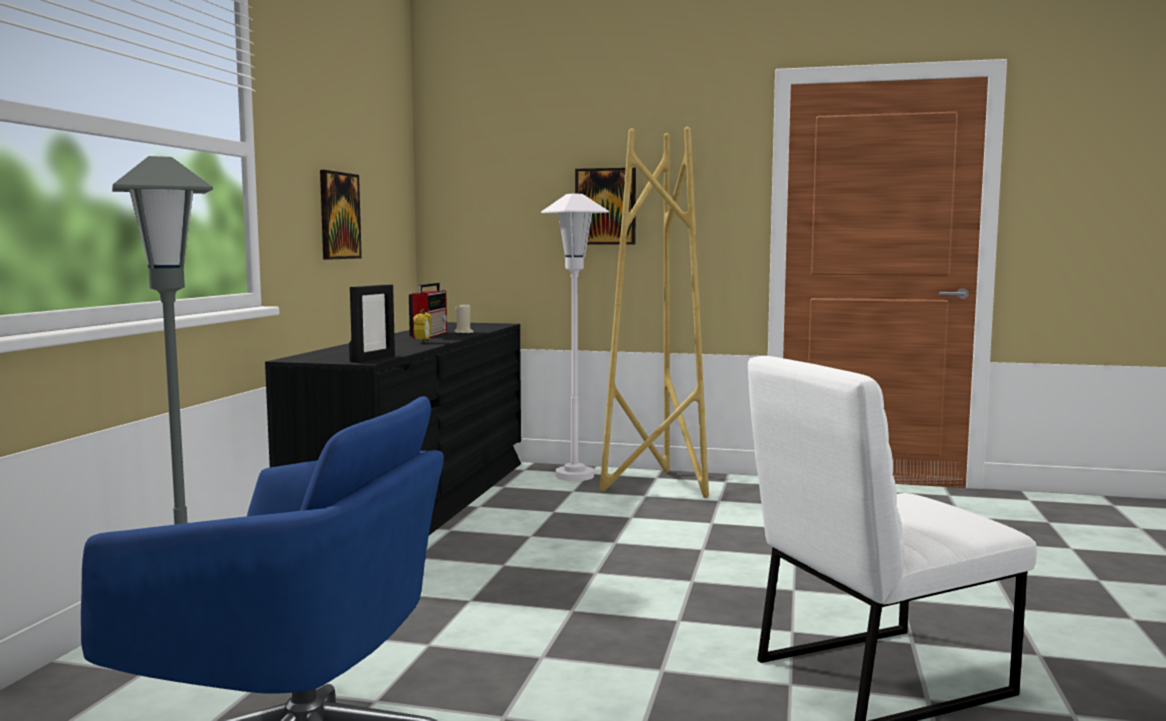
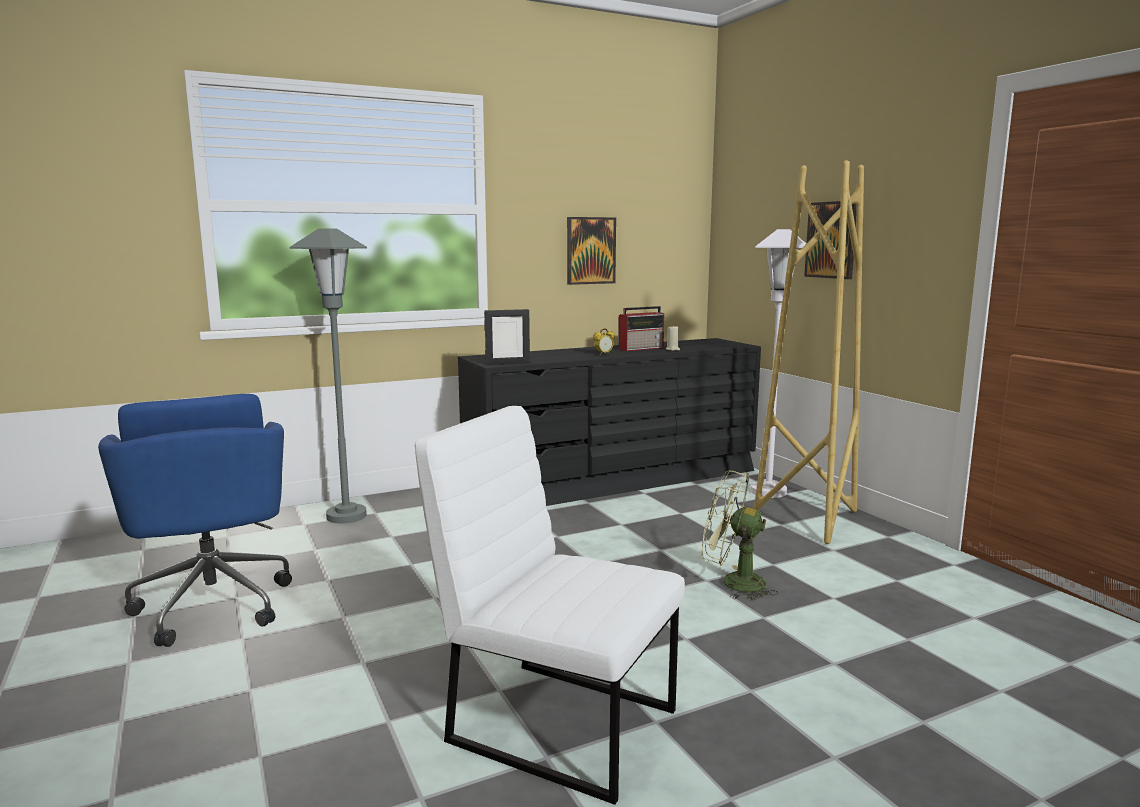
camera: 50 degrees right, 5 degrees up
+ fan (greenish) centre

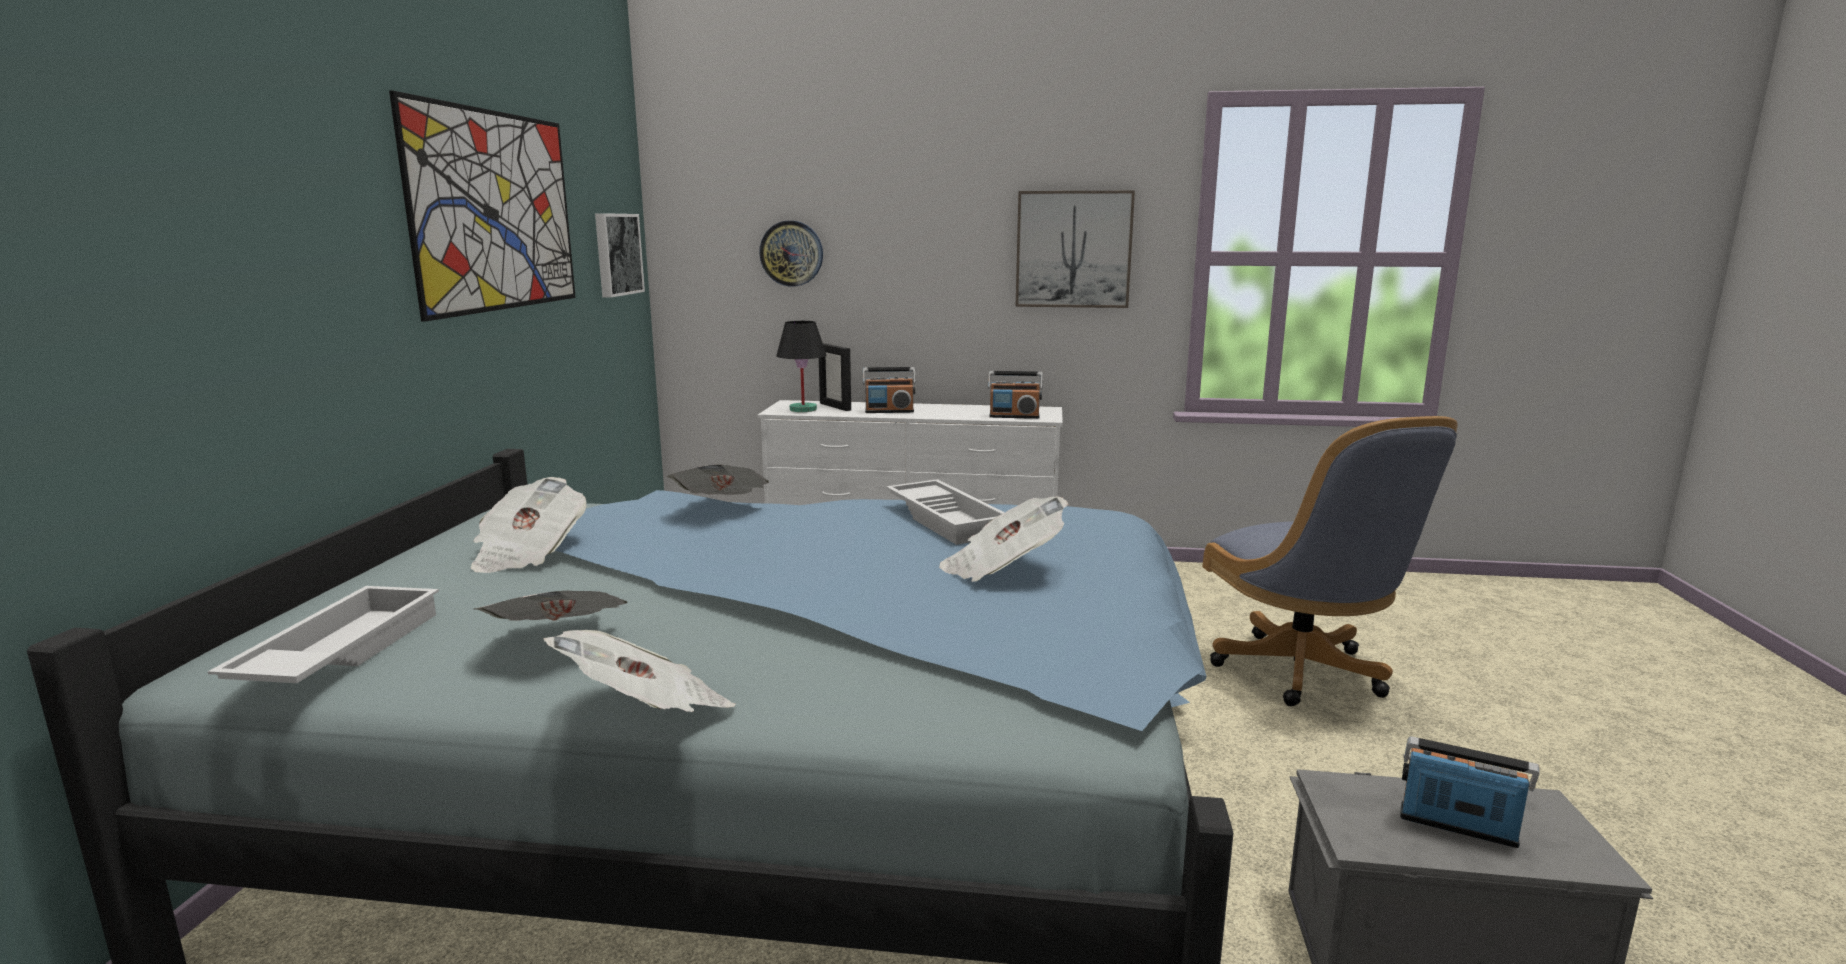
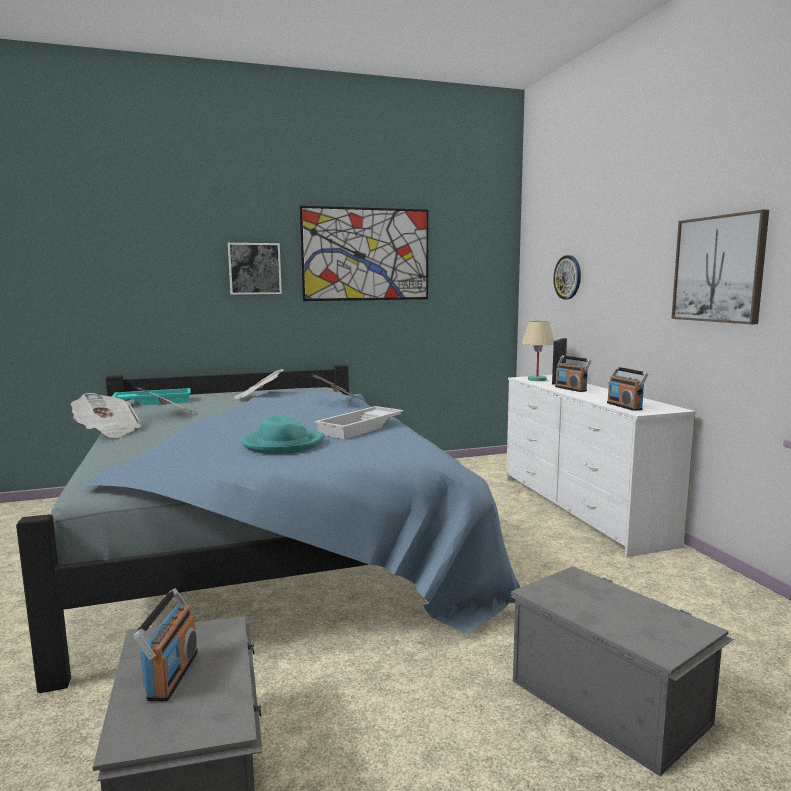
camera: 65 degrees right, 5 degrees down
~ carrying tray (whitish) (no. 1 from left) middle left to carrying tray (blue-green) middle left
~ wall art (no. 2 from left in the first image) top centre to wall art (no. 1 from left) middle left
~ daily paper (no. 5 from left) centre to wearable hat (blue-green) centre
~ computer chair (blue-coloured) middle right to storage box (greyish) (no. 2 from left) bottom right
~ table lamp (blackish) centre to table lamp (sand-coloured) middle right

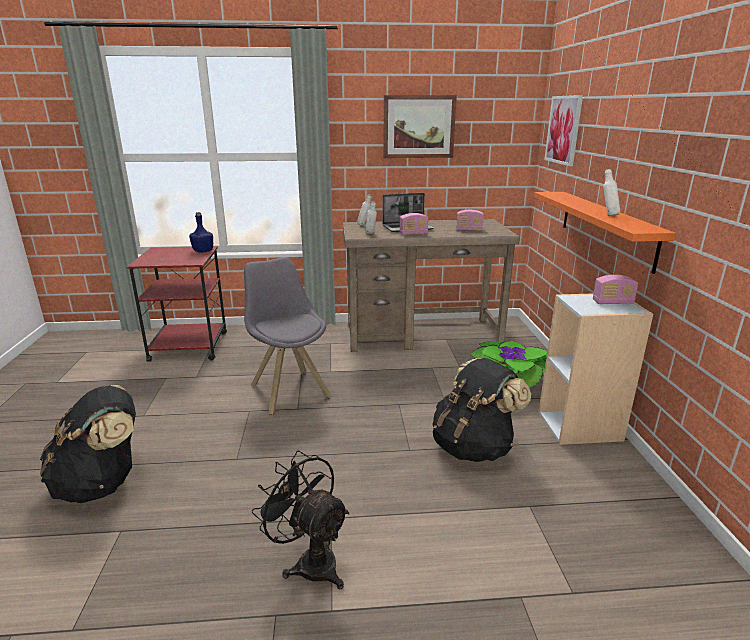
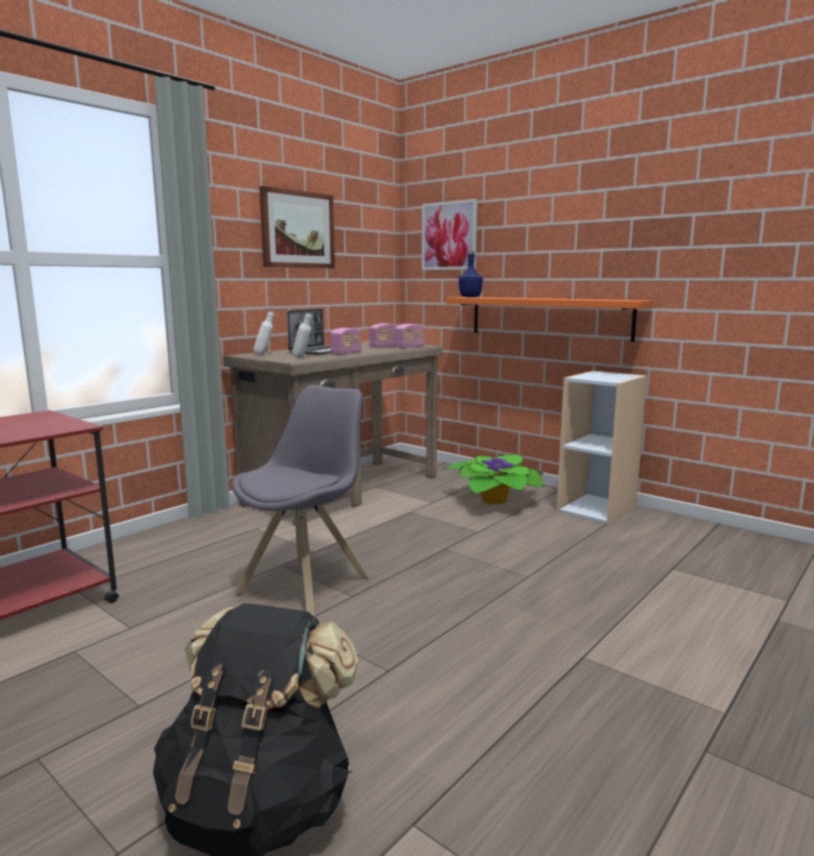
camera: 45 degrees left, 10 degrees down
~ chair (greyish) centre = centre 105 degrees clockwise
~ radio set (no. 3 from left) middle right to centre
~ beverage bottle (blue-coloured) middle left to top centre
- fan (blackish) bottom centre
- backpack (blackish) (no. 2 from left) centre
- beverage bottle (whitish) (no. 3 from left) top right

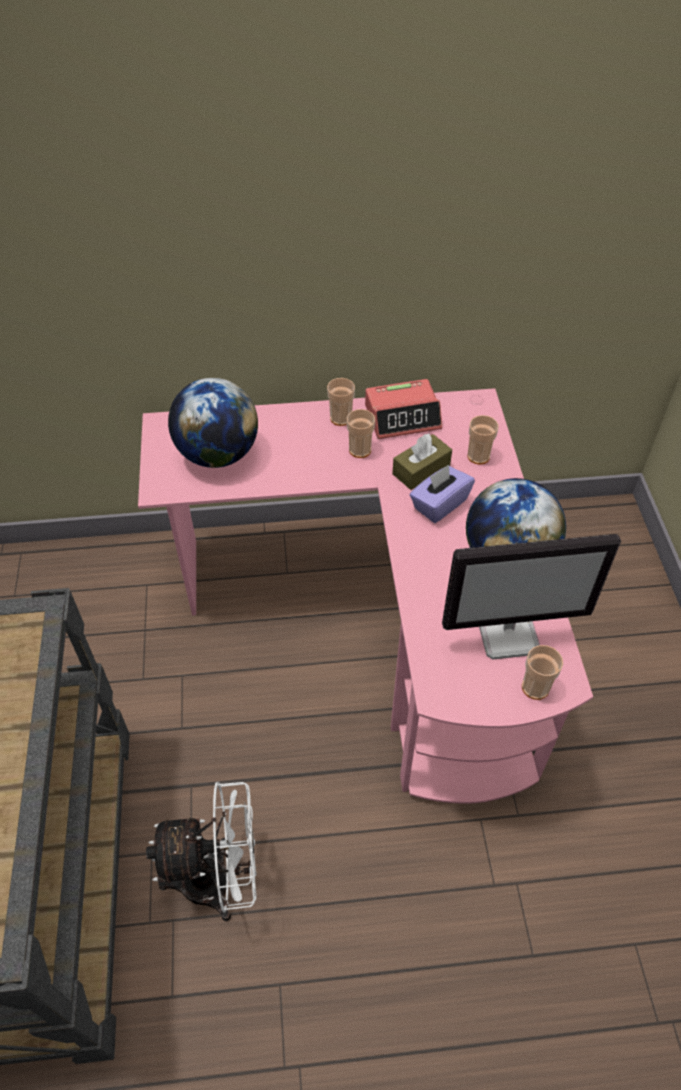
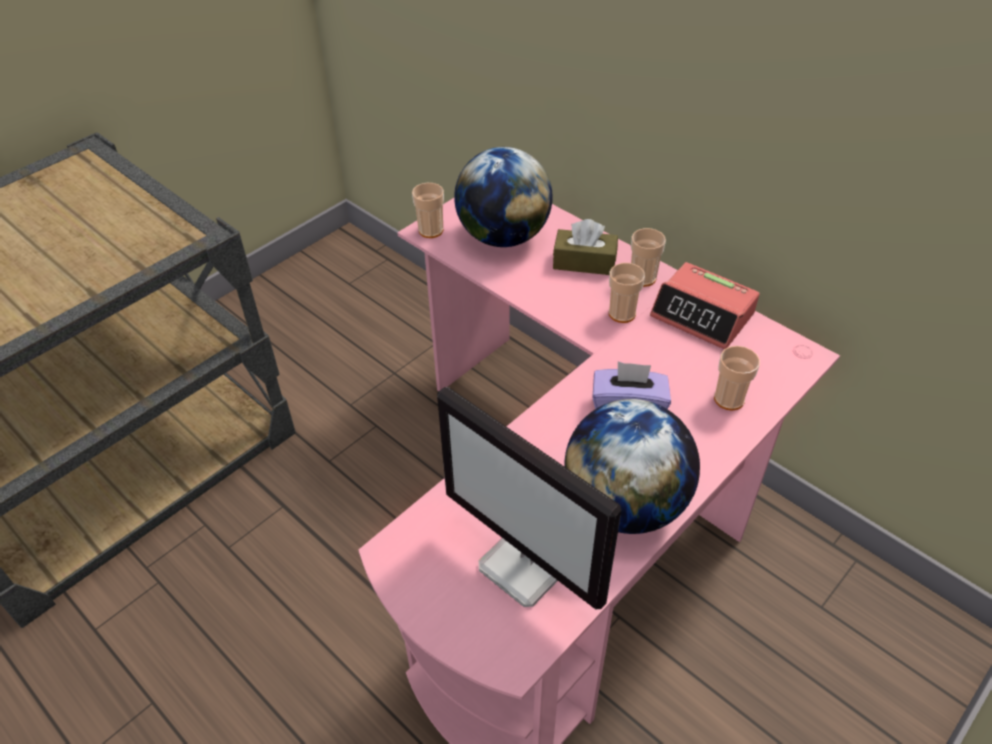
camera: 50 degrees right, 5 degrees down
~ drinking cup (no. 4 from left in the first image) middle right to drinking cup (no. 1 from left) top centre
~ box of tissues (brown) centre to top centre
- fan (whitish) bottom left

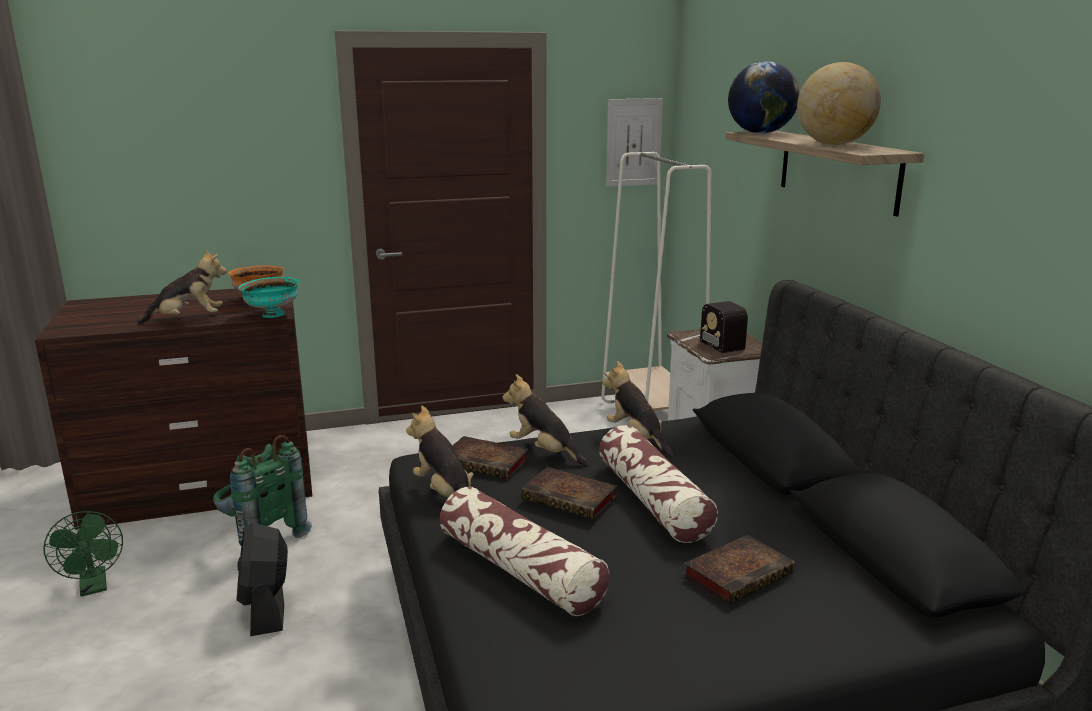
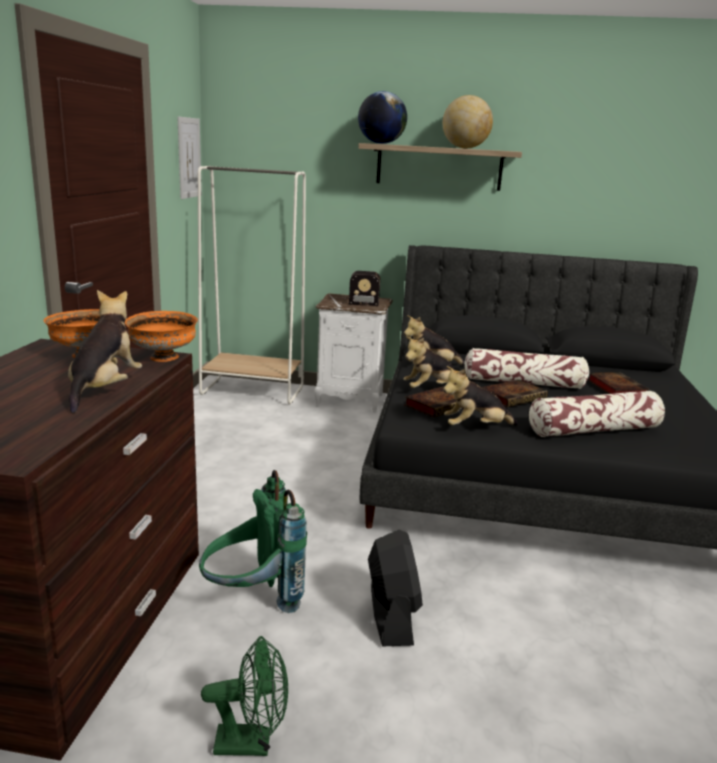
camera: 65 degrees left, 0 degrees up
~ bowl (blue-green) middle left to bowl (orange) (no. 2 from left) middle left
~ fan (blackish) bottom left = bottom centre 105 degrees counterclockwise

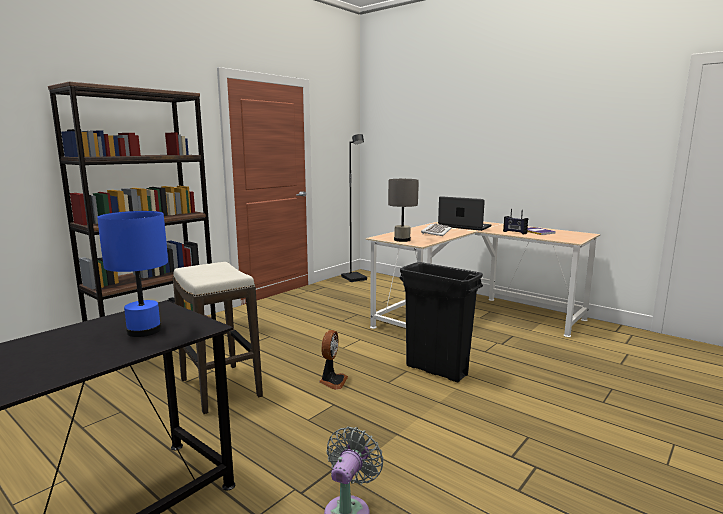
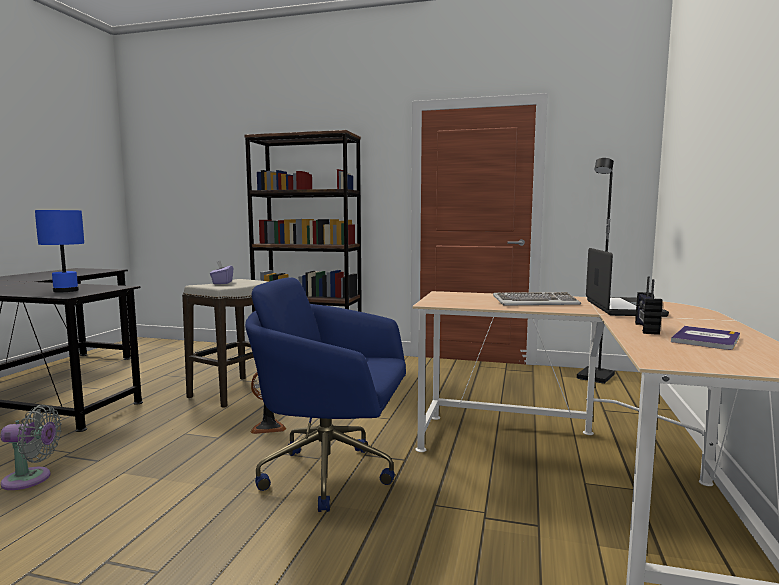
camera: 65 degrees right, 5 degrees down
+ box of tissues (purplish) middle left
~ waste bin (blackish) centre to computer chair (blue-coloured) bottom centre
- table lamp (greyish) centre

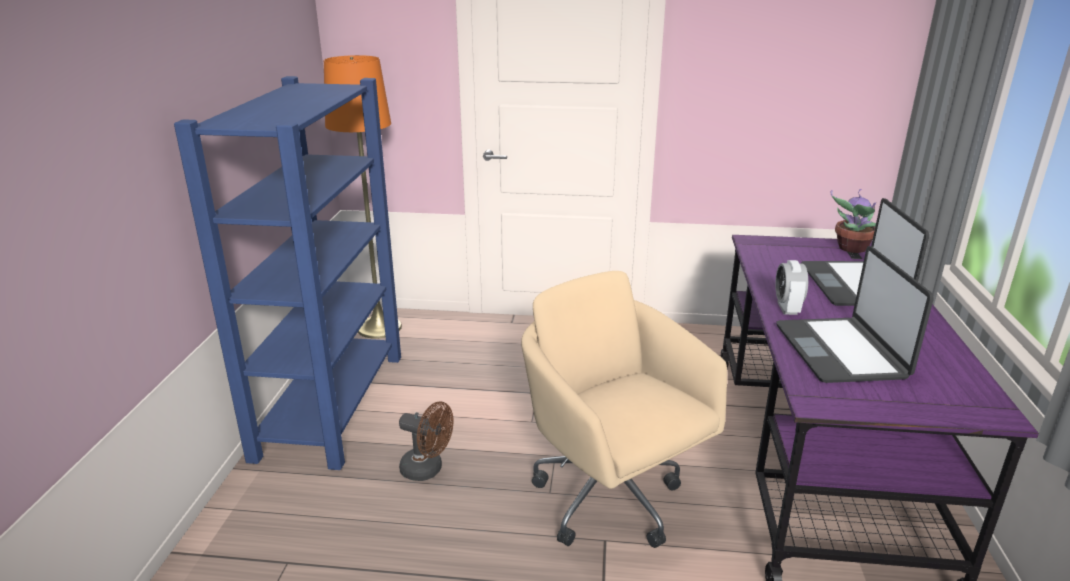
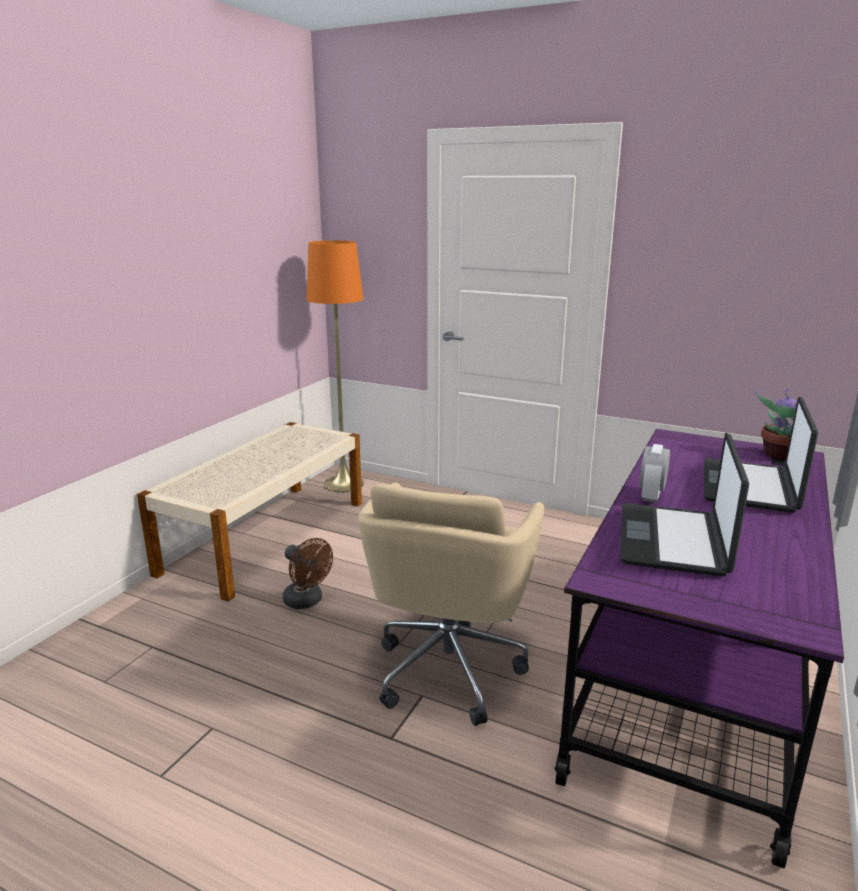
camera: 20 degrees right, 5 degrees down
~ shelving unit (blue-coloured) middle left to indoor bench (sand-coloured) middle left
~ computer chair (sand-coloured) bottom centre = bottom centre 150 degrees counterclockwise

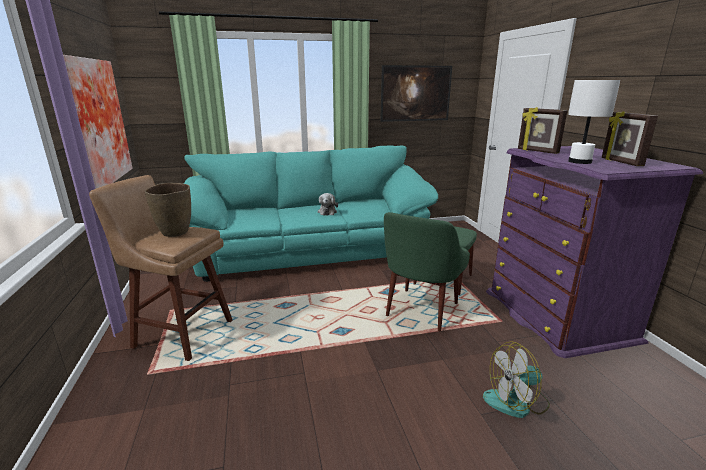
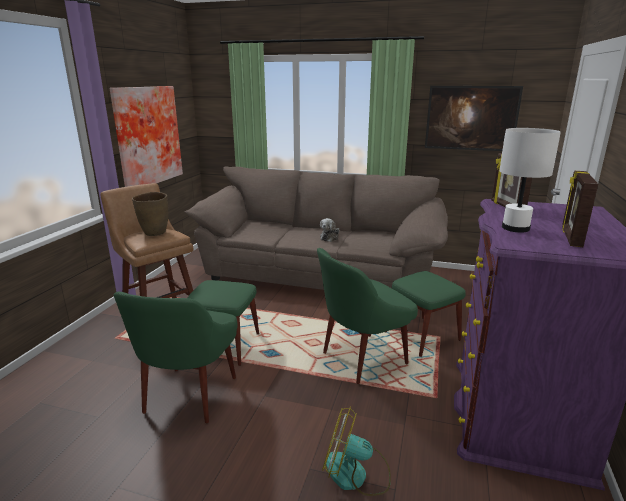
camera: 30 degrees right, 0 degrees up
+ easy chair (greenish) (no. 1 from left) bottom left
~ settee (blue-green) centre to settee (brown) centre

